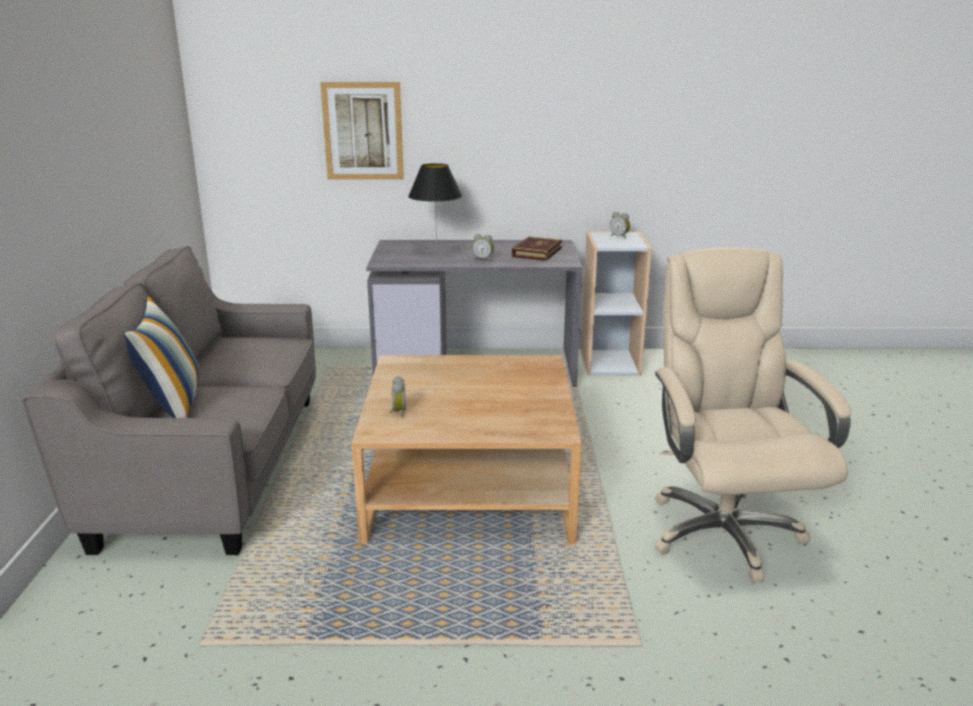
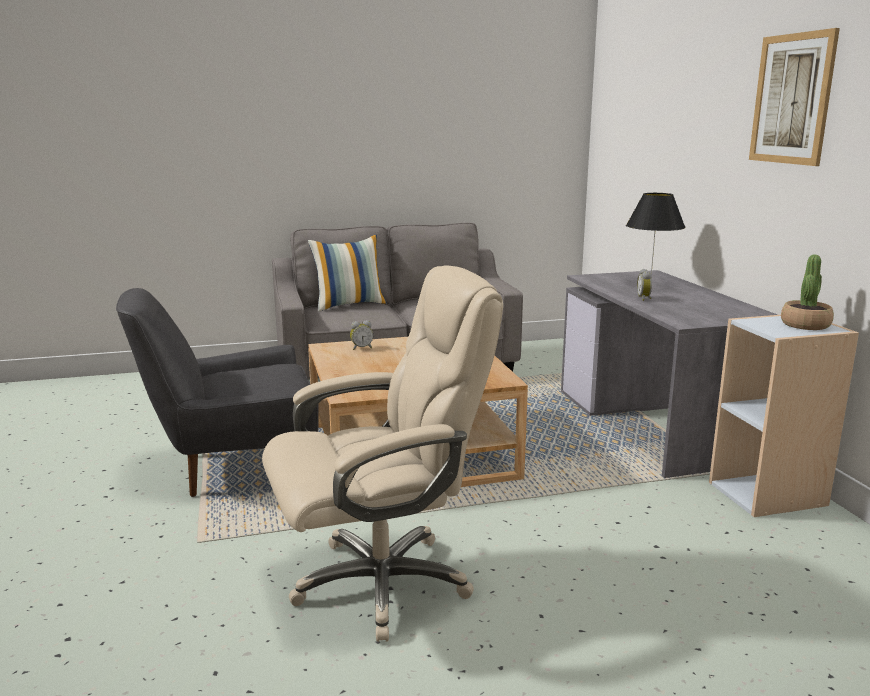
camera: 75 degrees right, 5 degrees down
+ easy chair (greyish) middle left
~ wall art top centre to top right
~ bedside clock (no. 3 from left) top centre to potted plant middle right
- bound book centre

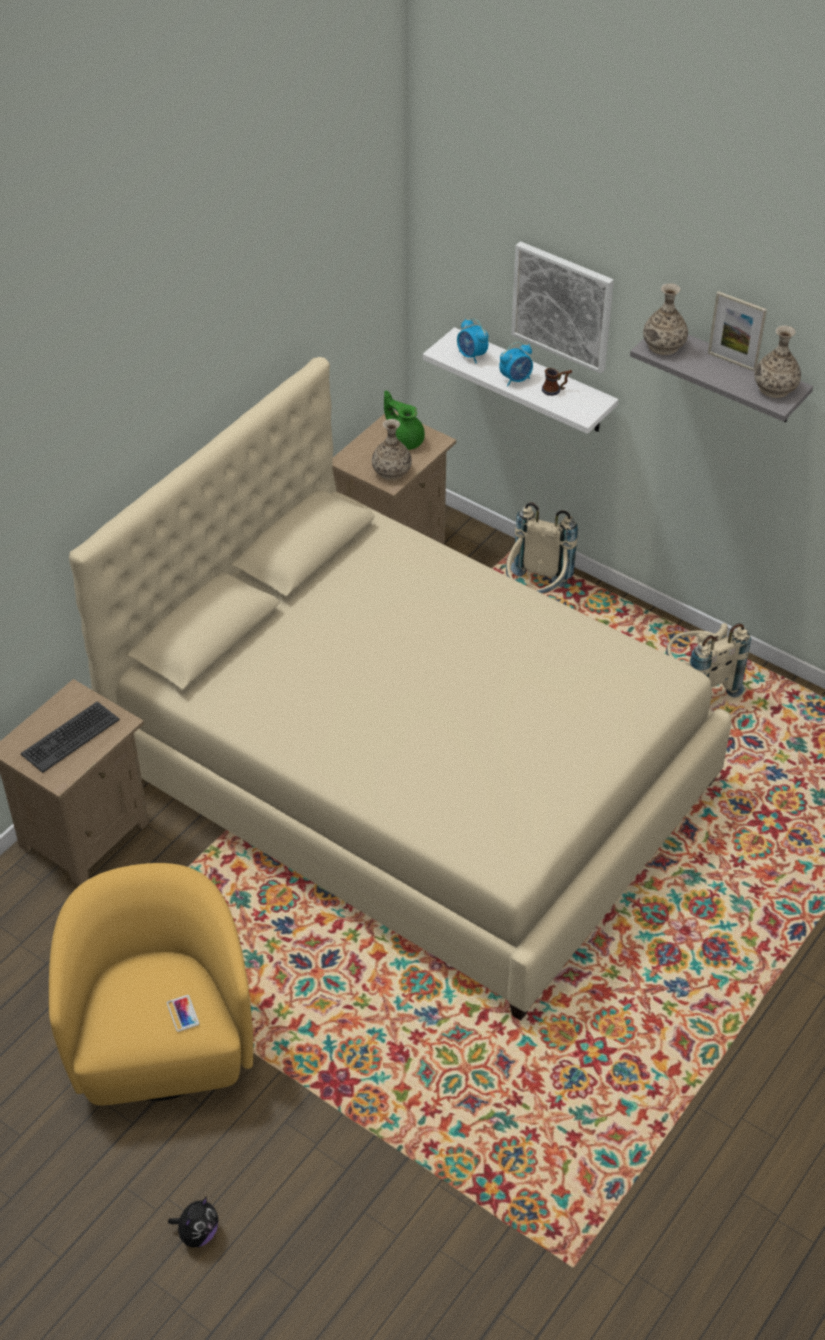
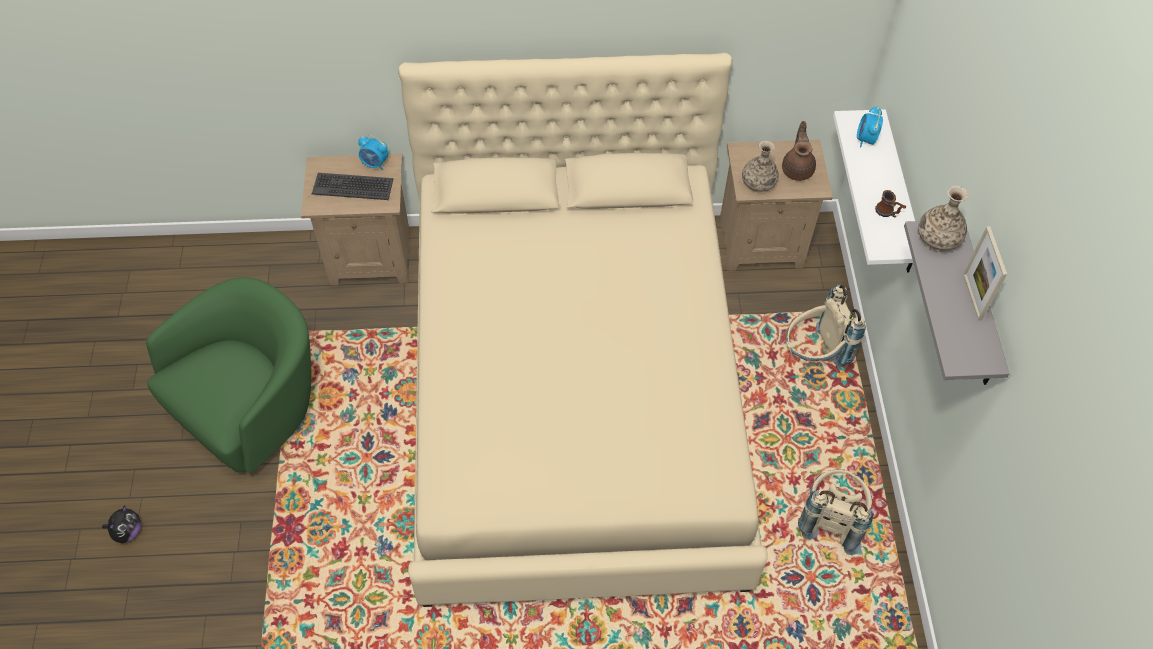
camera: 50 degrees right, 10 degrees up
~ plush toy bottom left = bottom left 60 degrees counterclockwise
~ easy chair (yellowish) bottom left to easy chair (greenish) middle left
~ bedside clock (no. 2 from left in the first image) top centre to bedside clock (no. 1 from left) top left
~ teapot (greenish) top centre to teapot (brown) top right
- handset bottom left
- wall art top right
- vase (no. 3 from left) top right

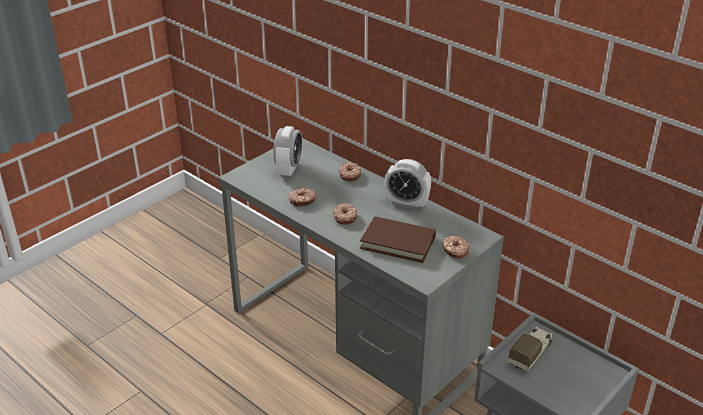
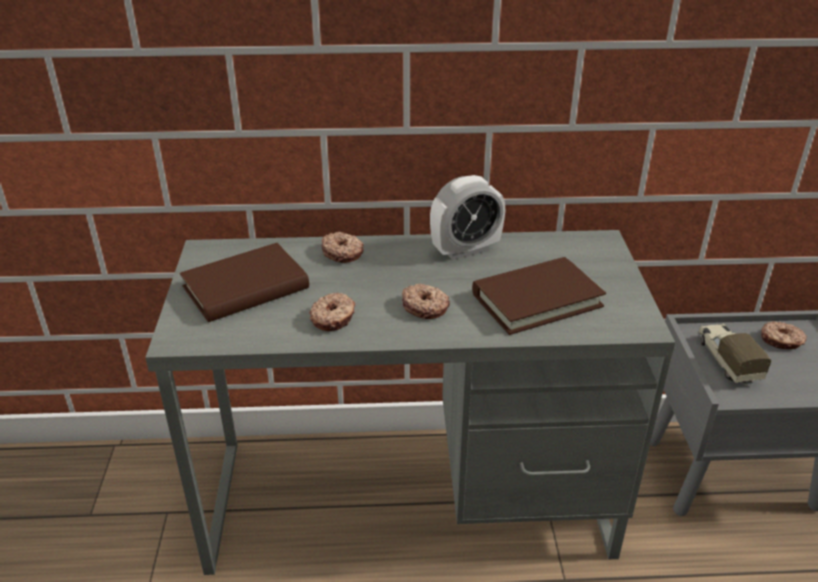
camera: 45 degrees left, 0 degrees up
~ bedside clock (no. 1 from left) centre to bound book (brown) (no. 1 from left) middle left
~ donut (no. 4 from left) centre to middle right

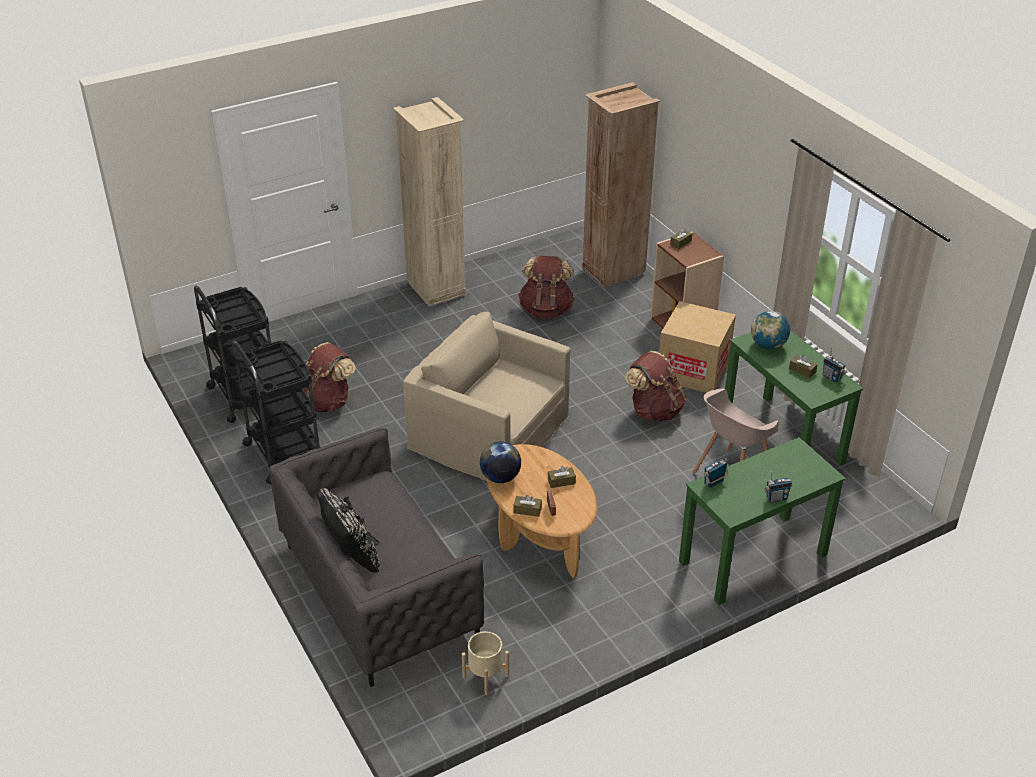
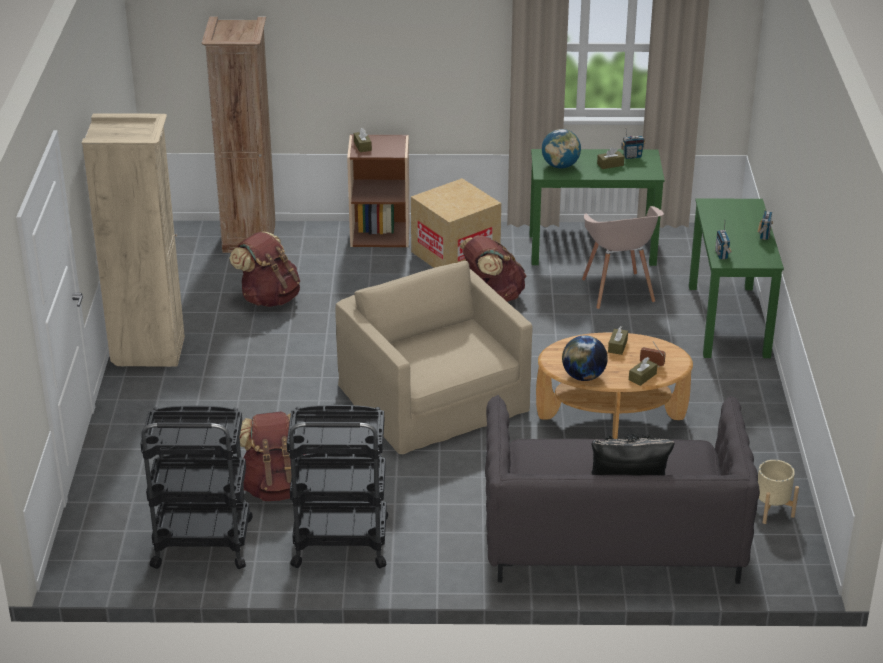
camera: 60 degrees left, 5 degrees down
~ easy chair (sand-coloured) centre = centre 90 degrees clockwise

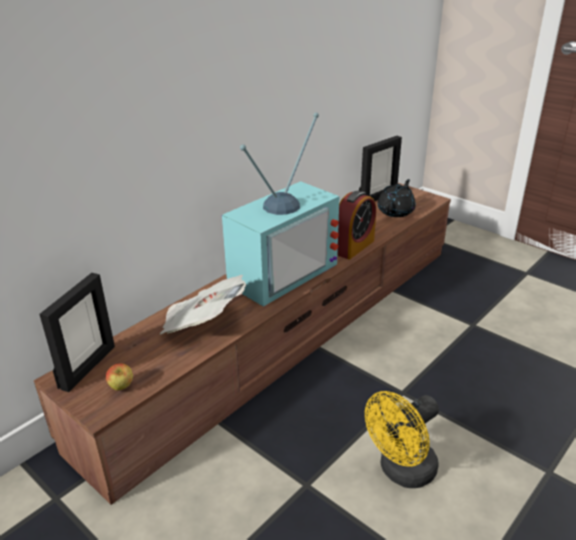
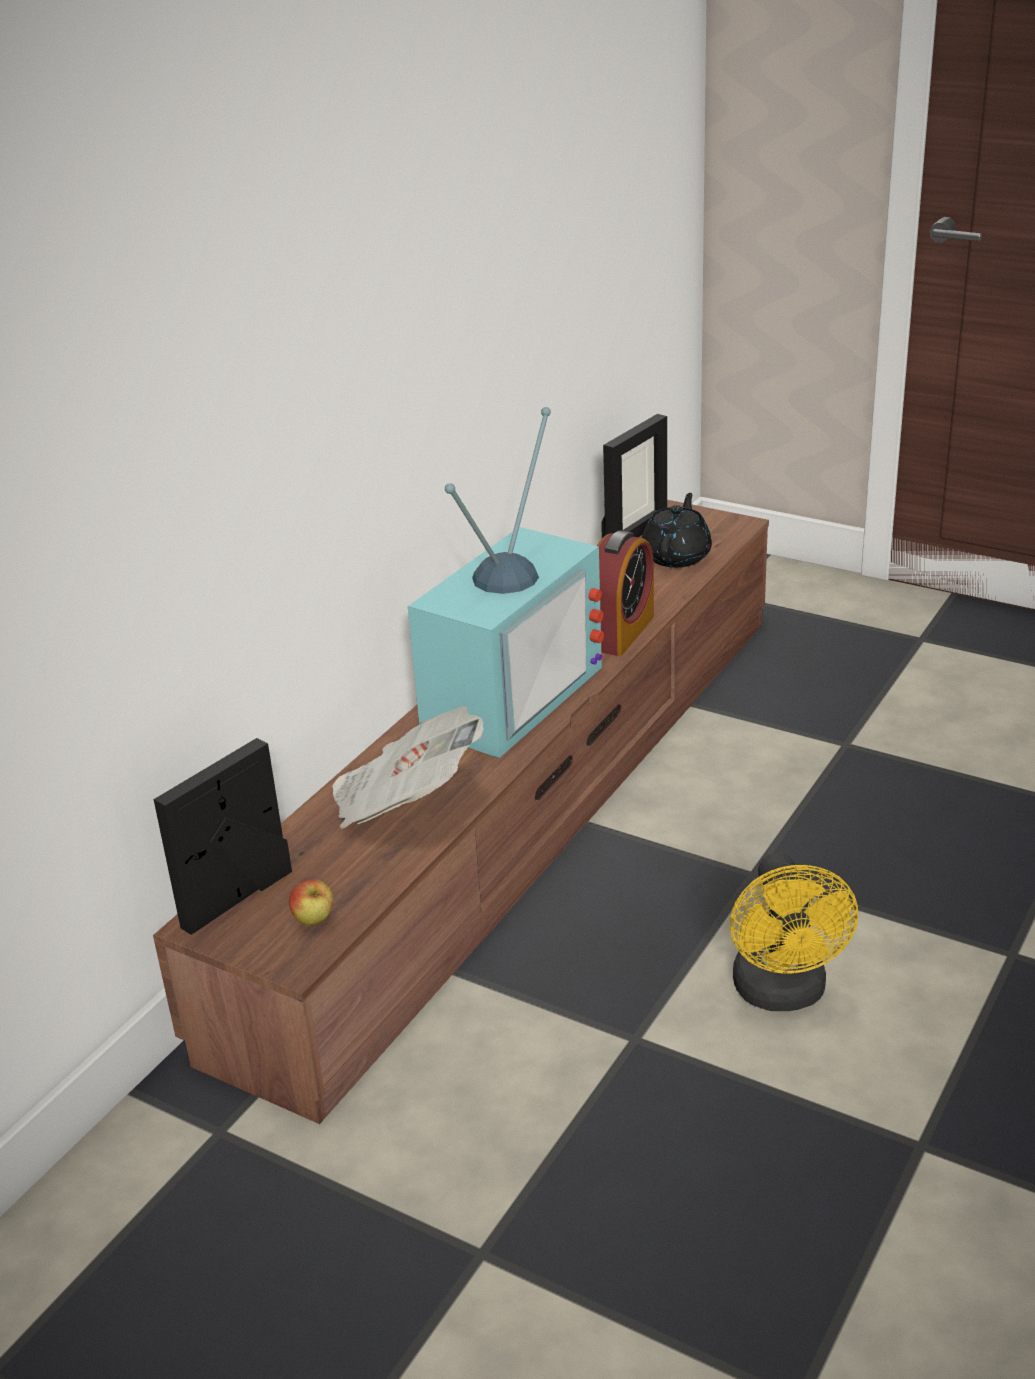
camera: 10 degrees left, 0 degrees up
~ photo frame (no. 1 from left) middle left = middle left 150 degrees counterclockwise
~ fan (yellowish) bottom right = bottom right 45 degrees counterclockwise

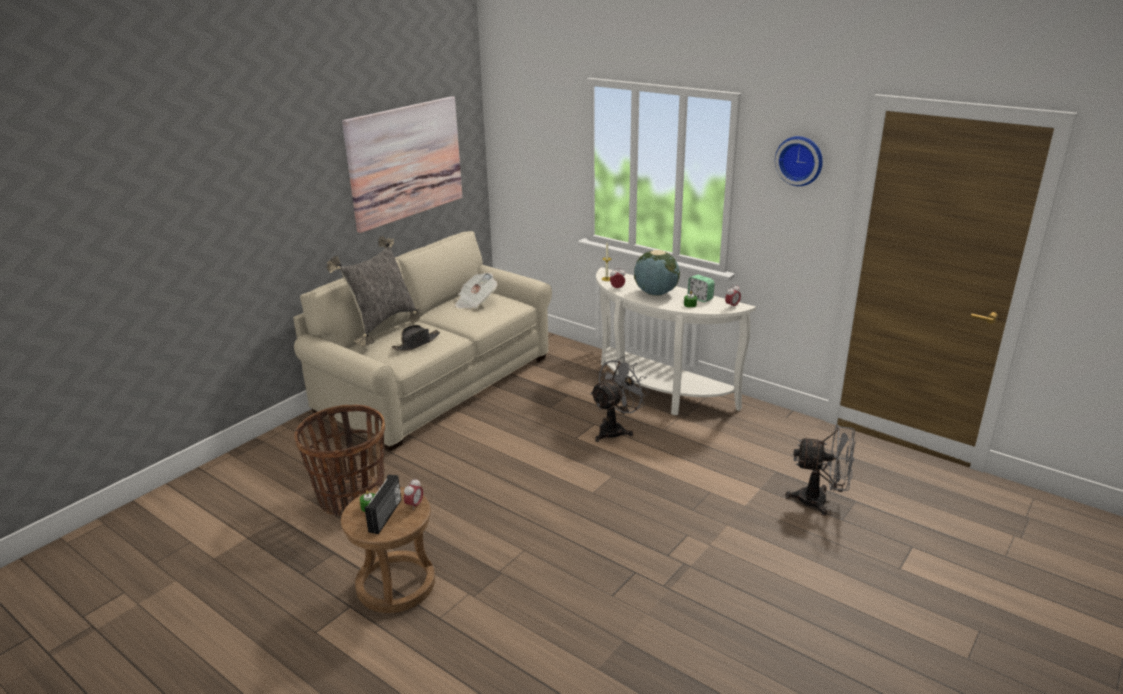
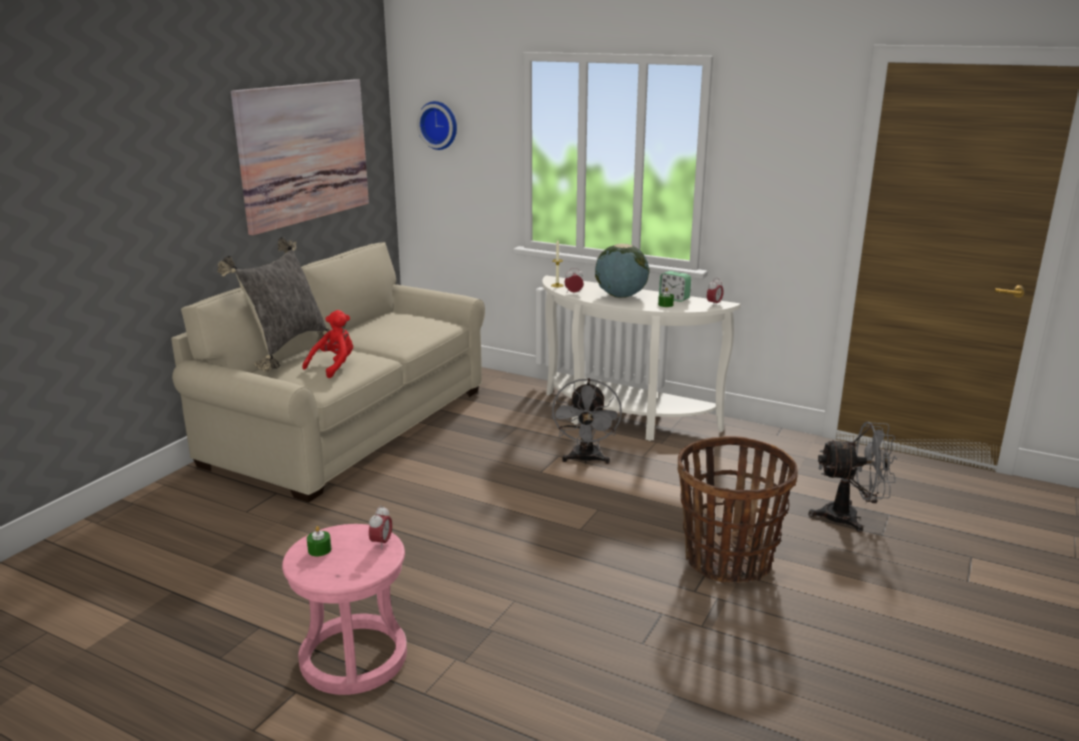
camera: 10 degrees left, 5 degrees down
~ stool (brown) bottom centre to stool (pink) bottom left
~ wearable hat (blackish) centre to plush toy (red) middle left
~ hanging clock top right to top centre
~ fan (greyish) (no. 1 from left) centre = centre 150 degrees clockwise
~ basket middle left to bottom right
- radio set bottom centre
- daily paper centre

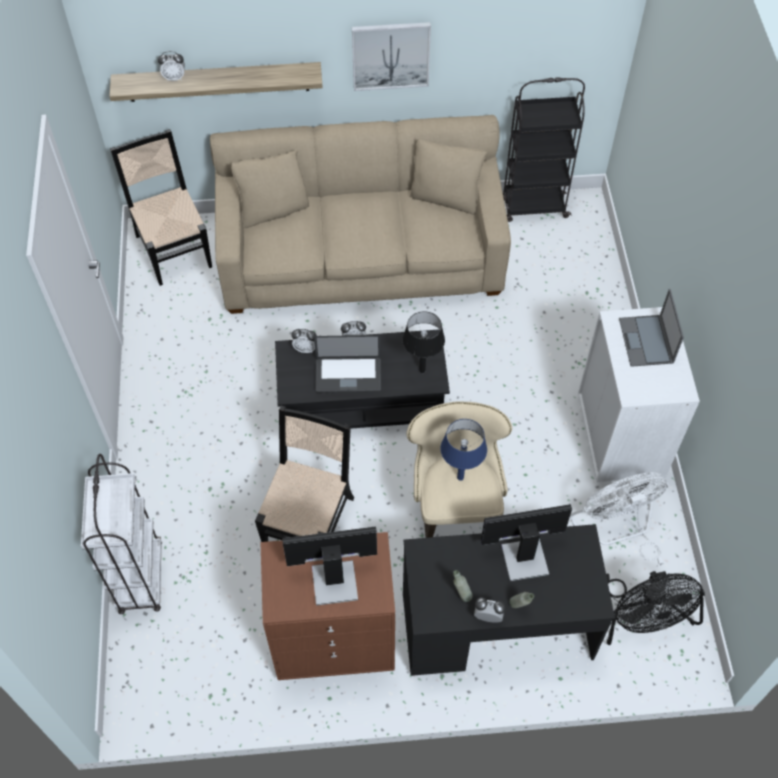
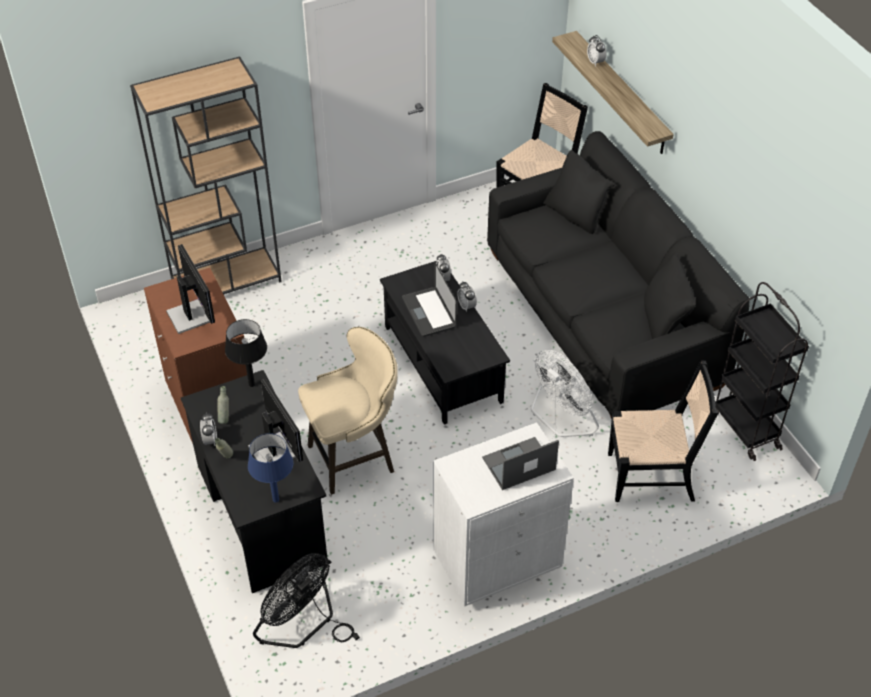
camera: 70 degrees right, 10 degrees down
~ cart (whitish) bottom left to shelving unit top left
~ table lamp (blackish) centre to middle left
~ table lamp (blue-coloured) centre to bottom left
~ fan (blackish) bottom right = bottom centre 75 degrees clockwise
~ settee (sand-coloured) top centre to settee (blackish) middle right
~ fan (whitish) middle right to centre
~ chair (no. 2 from left) centre to middle right
- wall art top centre

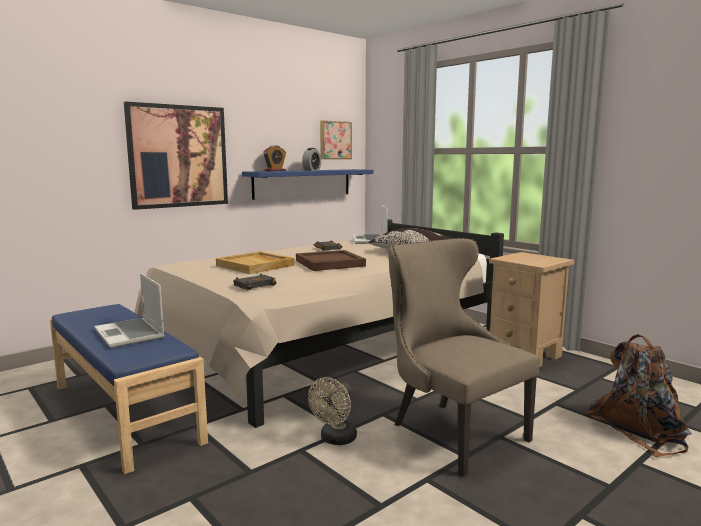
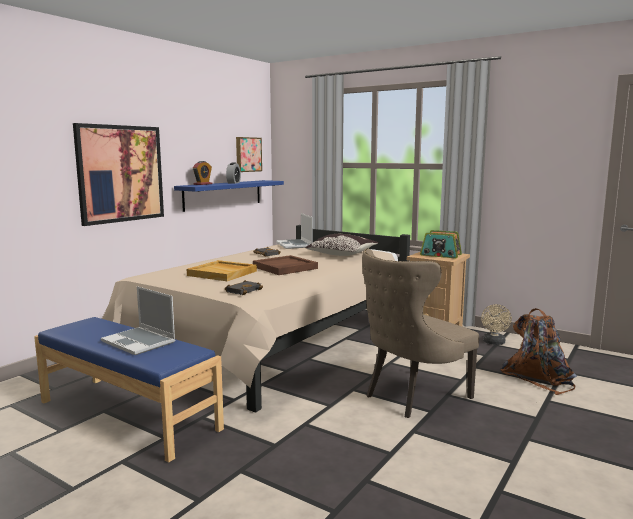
camera: 15 degrees left, 0 degrees up
~ chair (sand-coloured) bottom centre = centre 75 degrees counterclockwise
+ radio set middle right
~ fan (sand-coloured) bottom centre to middle right

